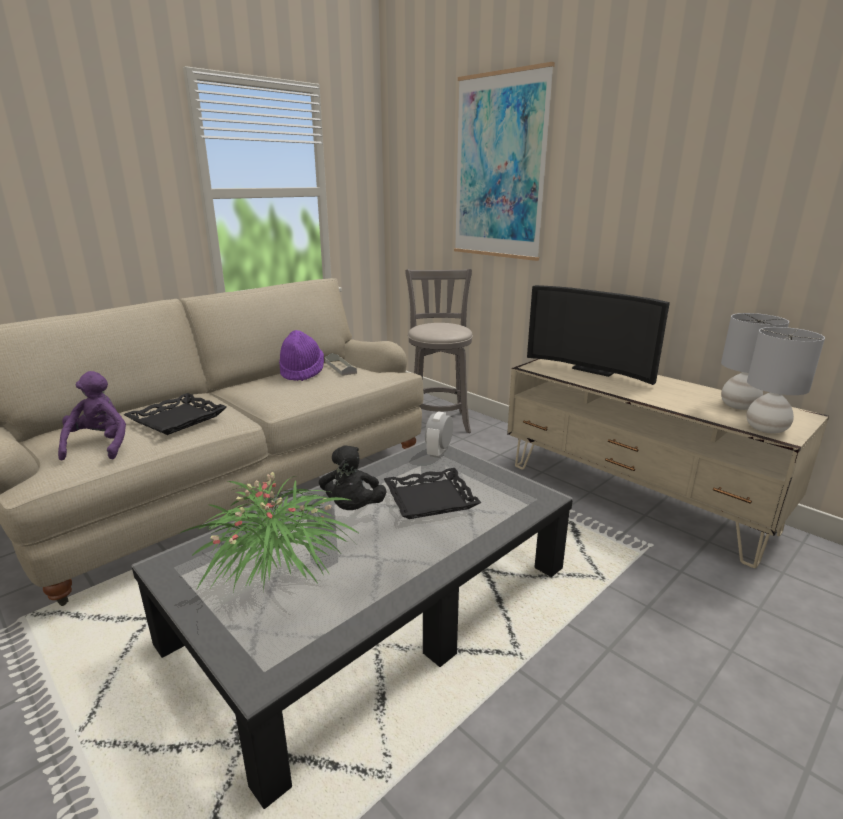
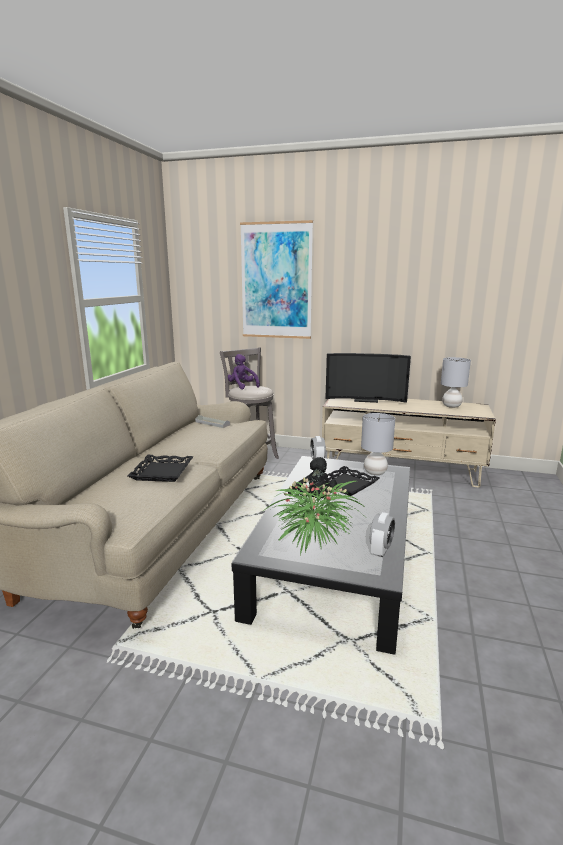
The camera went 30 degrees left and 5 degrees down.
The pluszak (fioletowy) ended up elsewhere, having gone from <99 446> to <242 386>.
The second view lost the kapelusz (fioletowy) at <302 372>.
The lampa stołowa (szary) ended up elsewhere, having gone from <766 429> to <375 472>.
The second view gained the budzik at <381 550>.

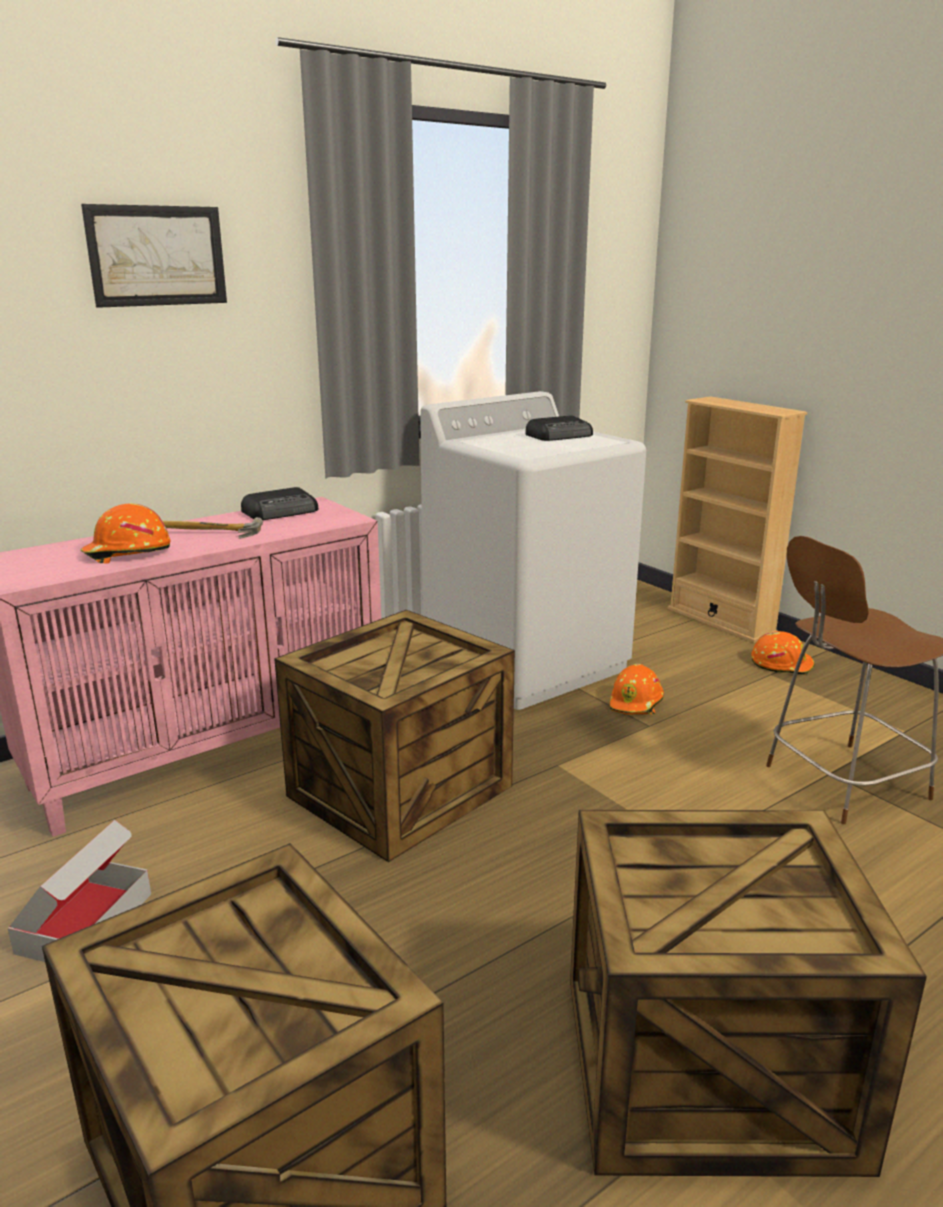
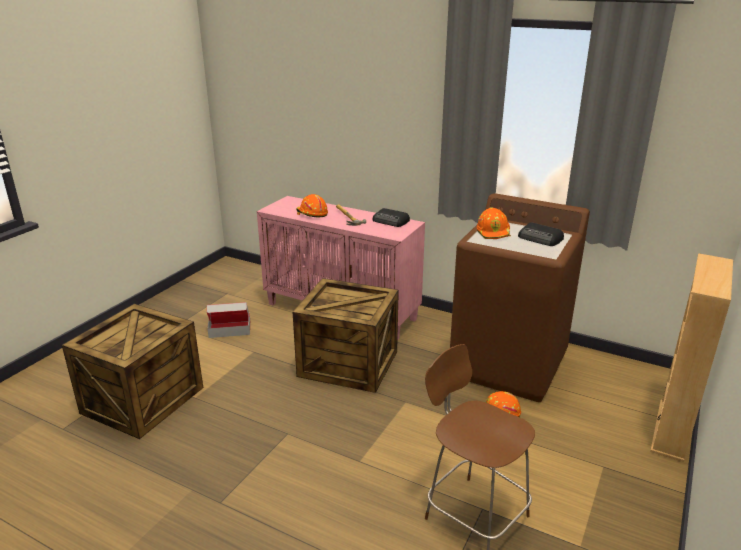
The camera went 65 degrees right and 5 degrees up.
The second view lost the obraz at <157 256>.
What was the pralka (biały) at <527 662> turned into the pralka (brązowy) at <509 365>.
The second view lost the skrzynka at <706 1071>.
The kask (pomarańczowy) ended up elsewhere, having gone from <781 664> to <494 232>.

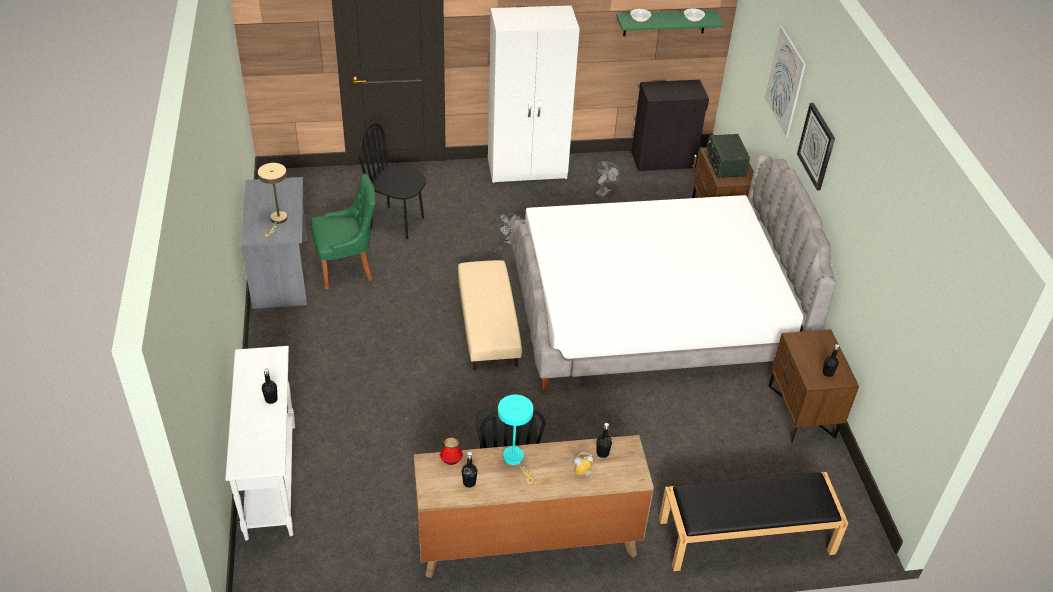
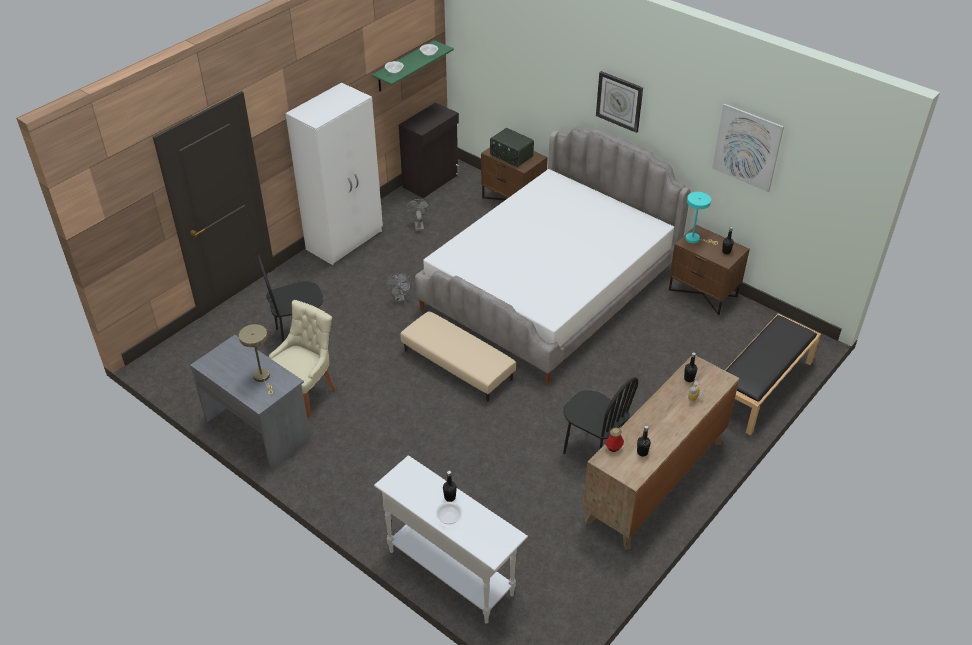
The camera went 40 degrees left and 0 degrees up.
What was the krzesło (zielony) at <347 268> turned into the krzesło (beżowy) at <305 392>.
The lampa stołowa (turkusowy) ended up elsewhere, having gone from <515 459> to <695 239>.
The obraz ended up elsewhere, having gone from <785 81> to <747 147>.
The second view gained the miska at <449 517>.

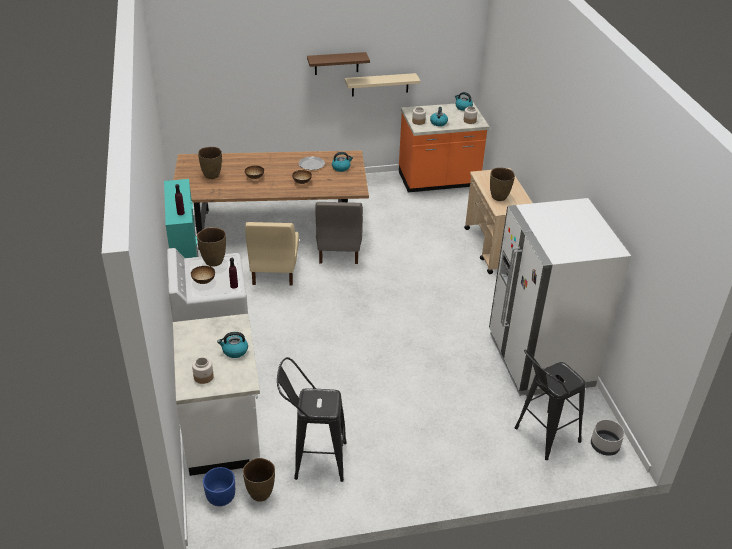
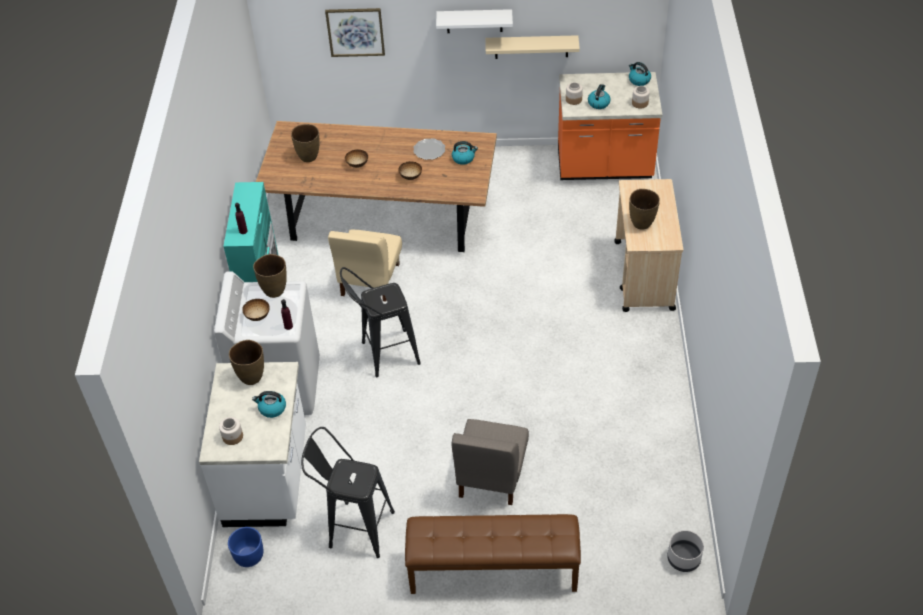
The camera went 15 degrees right and 10 degrees up.
The wazon (brązowy) ended up elsewhere, having gone from <260 493> to <251 377>.
What was the półka (brązowy) at <336 63> turned into the półka (biały) at <474 21>.
The krzesło (szary) ended up elsewhere, having gone from <339 251> to <490 476>.
The second view lost the lodówka (biały) at <539 359>.
The stołek (czarny) ended up elsewhere, having gone from <541 437> to <384 355>.
The second view gained the obraz at <355 32>.
The second view gained the ławka (brązowy) at <493 571>.

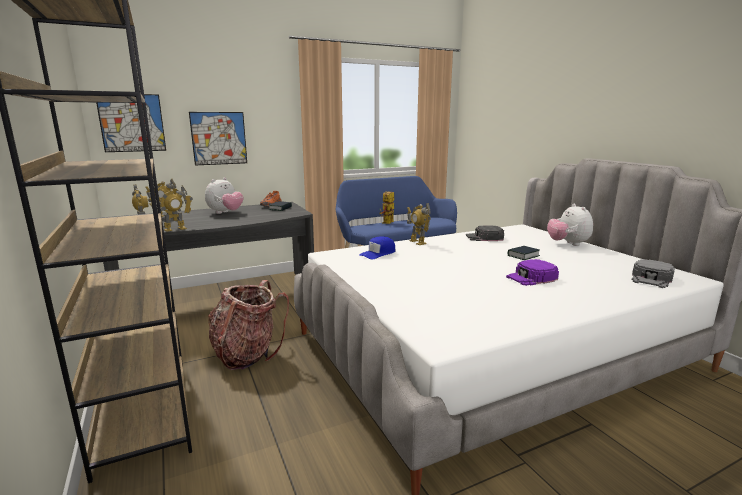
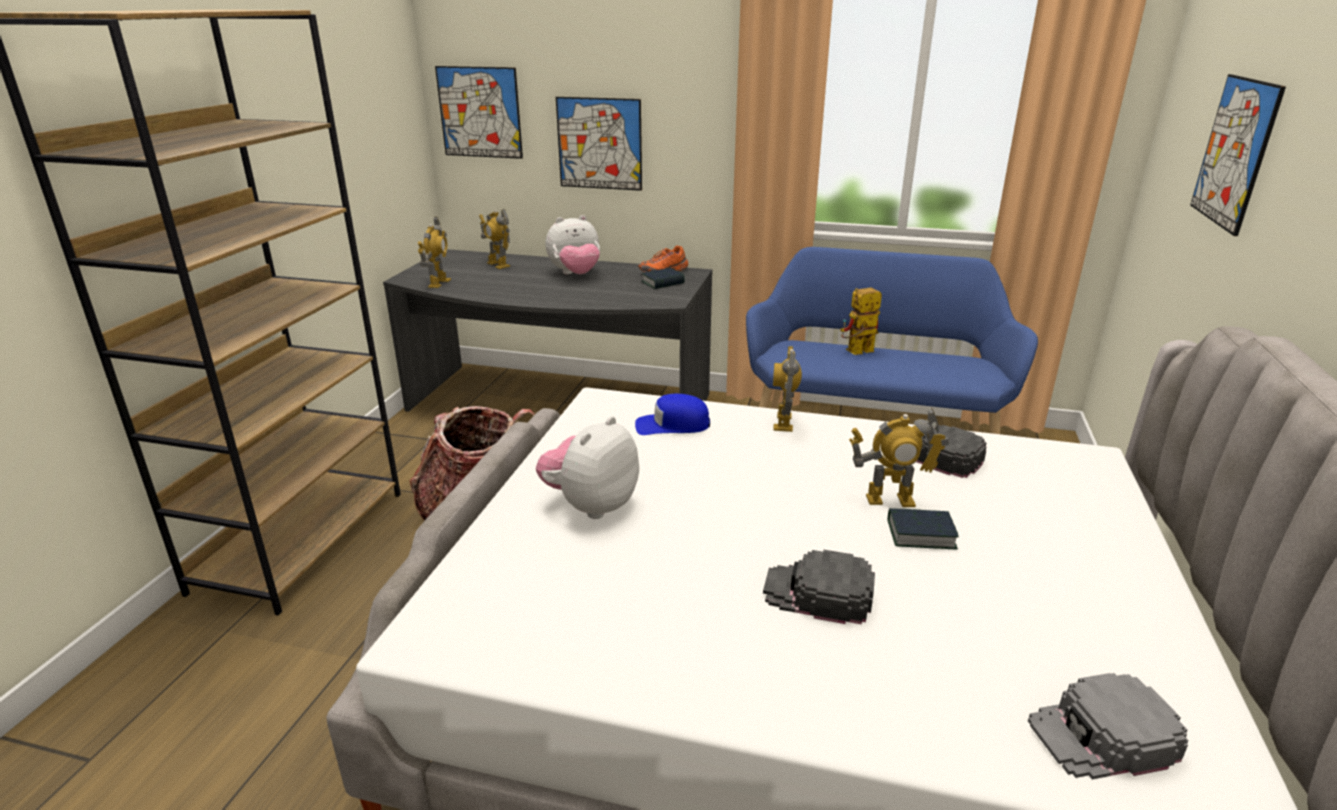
The camera went 40 degrees right and 10 degrees up.
The robot zabawkowy ended up elsewhere, having gone from <175 229> to <890 500>.
What was the czapka z daszkiem (fioletowy) at <531 278> turned into the czapka z daszkiem (czarny) at <818 594>.
The pluszak ended up elsewhere, having gone from <568 244> to <591 505>.
The second view gained the obraz at <1234 152>.

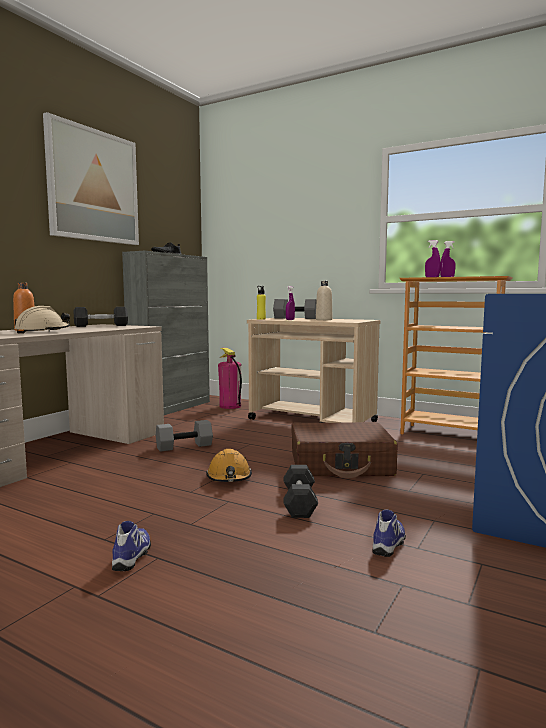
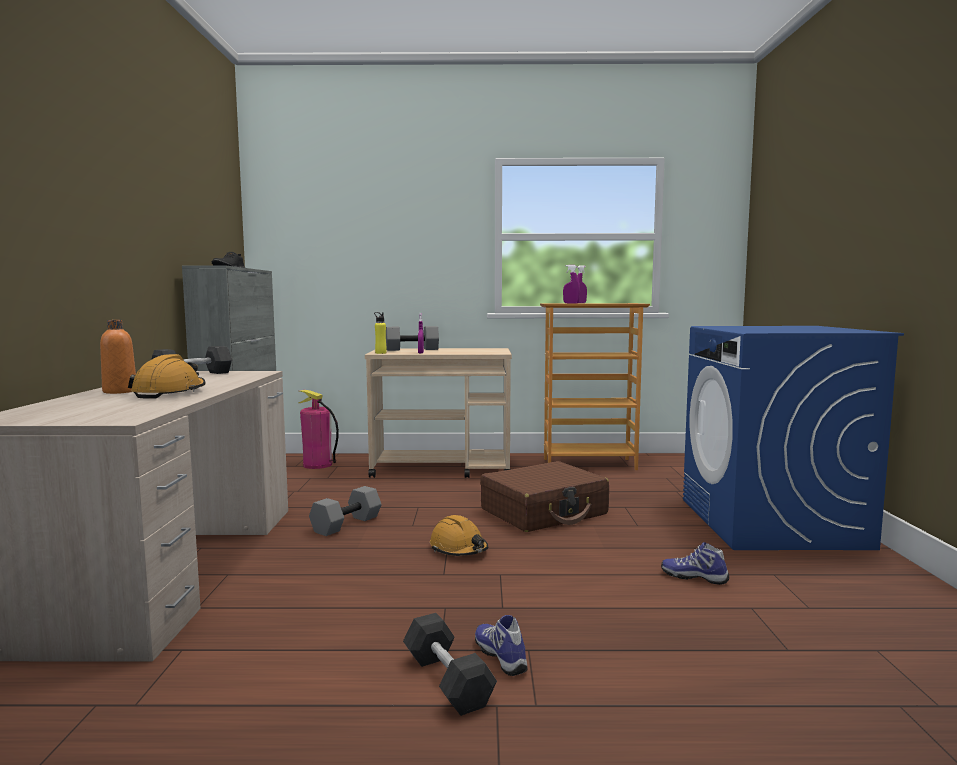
The camera went 30 degrees left and 0 degrees up.
What was the kask (beżowy) at <43 332> turned into the kask (pomarańczowy) at <170 393>.
The second view lost the obraz at <93 186>.
The hantel (czarny) ended up elsewhere, having gone from <299 503> to <447 680>.
The second view lost the butelka (beżowy) at <324 320>.
The but at <389 544> ended up facing another way, 60 degrees counterclockwise from before.

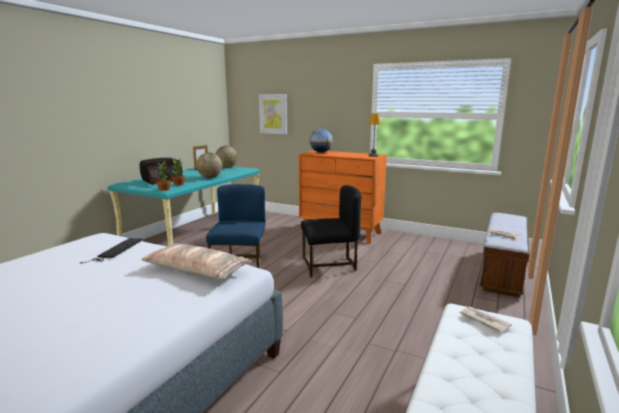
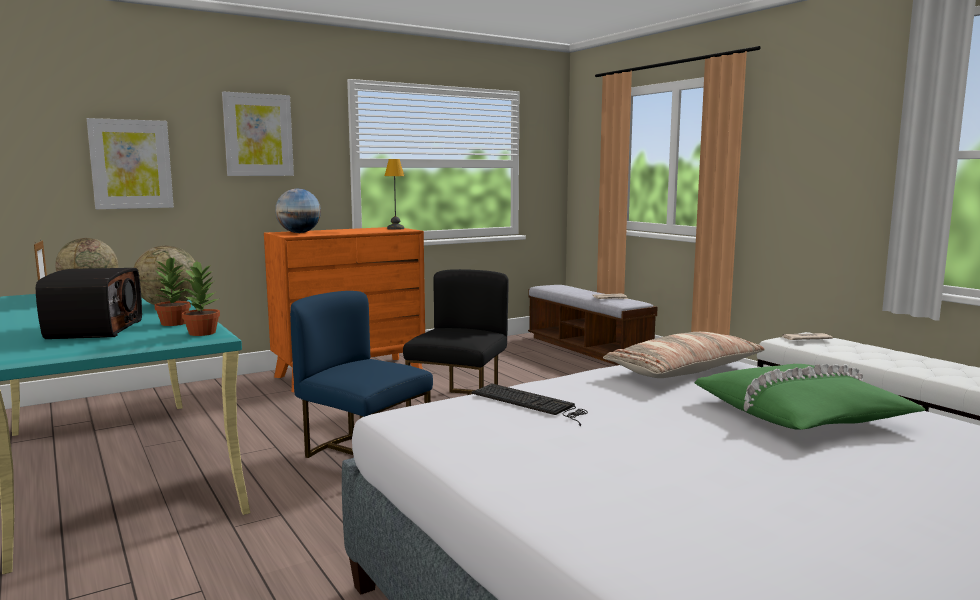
The camera went 60 degrees left and 5 degrees down.
The second view gained the obraz at <258 135>.
The second view gained the poduszka (zielony) at <801 415>.

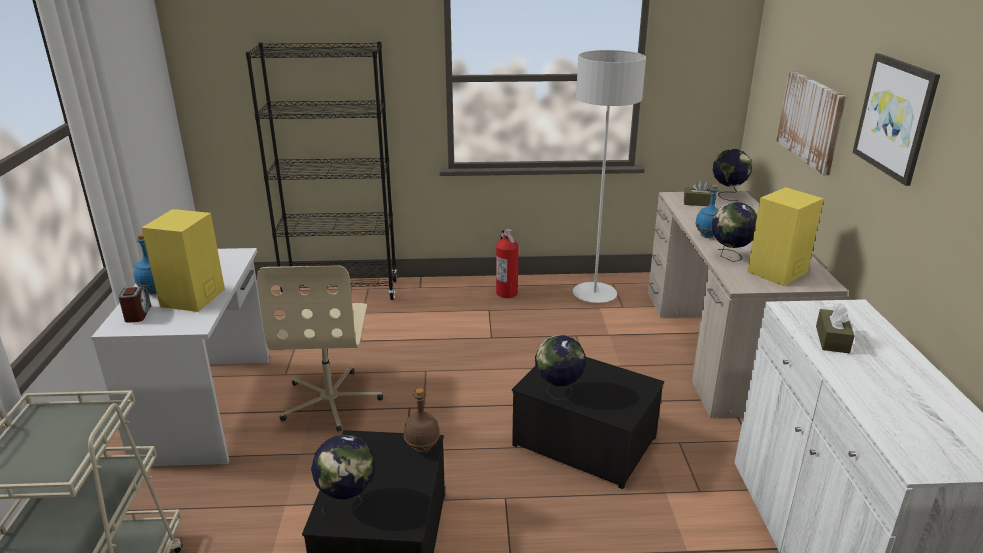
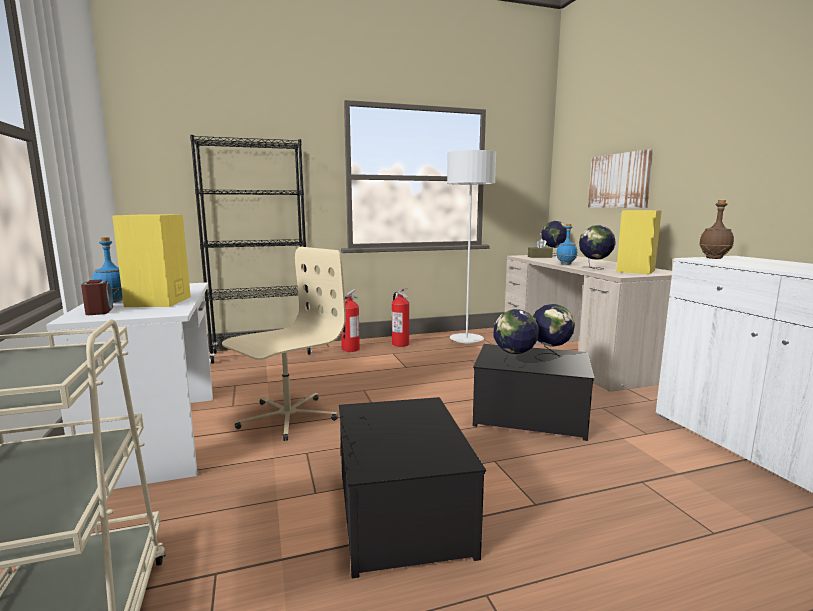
The camera went 15 degrees left and 15 degrees down.
The krzesło biurowe (beżowy) at <331 400> ended up facing another way, 120 degrees counterclockwise from before.
The globus ended up elsewhere, having gone from <348 503> to <550 356>.
The butelka (brązowy) ended up elsewhere, having gone from <423 448> to <714 258>.
The second view lost the pudełko chusteczek (brązowy) at <832 339>.
The second view lost the obraz at <895 117>.
The second view gained the gaśnica at <350 349>.

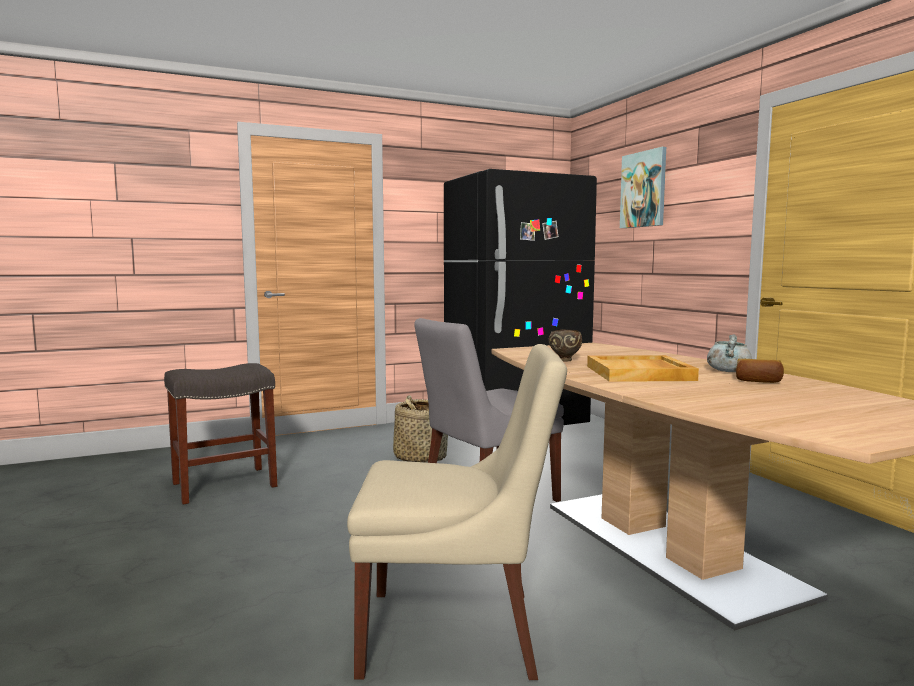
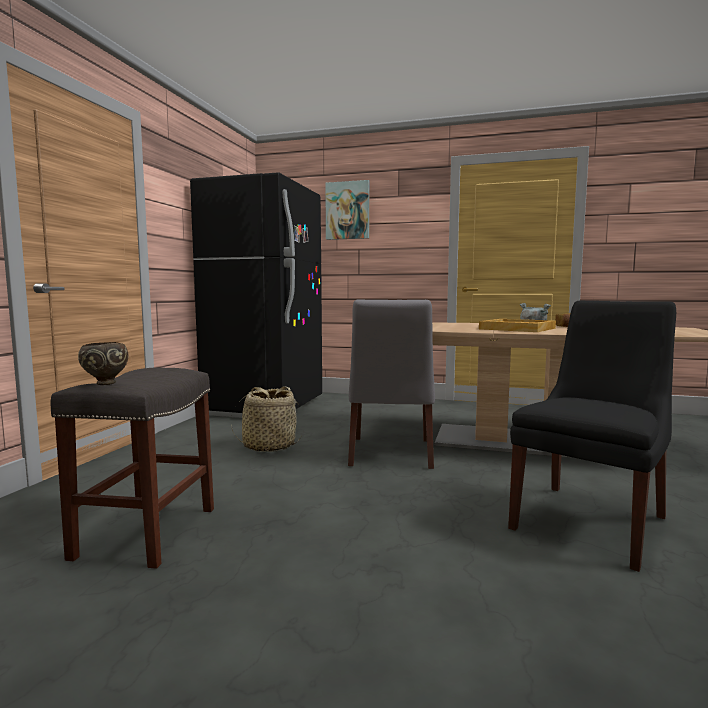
The camera went 50 degrees left and 0 degrees up.
What was the krzesło (beżowy) at <457 632> turned into the krzesło (czarny) at <591 521>.
The miska (brązowy) ended up elsewhere, having gone from <564 360> to <105 383>.

